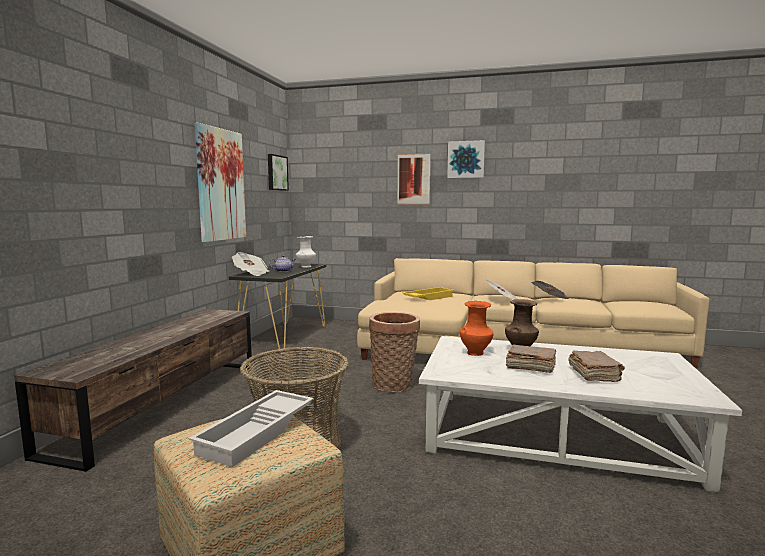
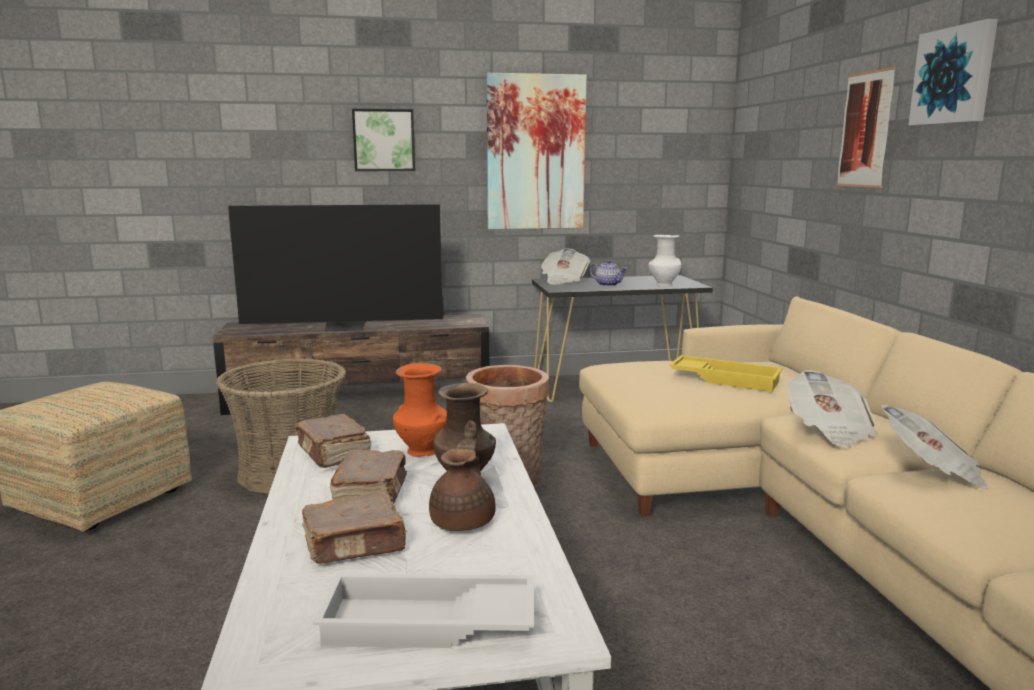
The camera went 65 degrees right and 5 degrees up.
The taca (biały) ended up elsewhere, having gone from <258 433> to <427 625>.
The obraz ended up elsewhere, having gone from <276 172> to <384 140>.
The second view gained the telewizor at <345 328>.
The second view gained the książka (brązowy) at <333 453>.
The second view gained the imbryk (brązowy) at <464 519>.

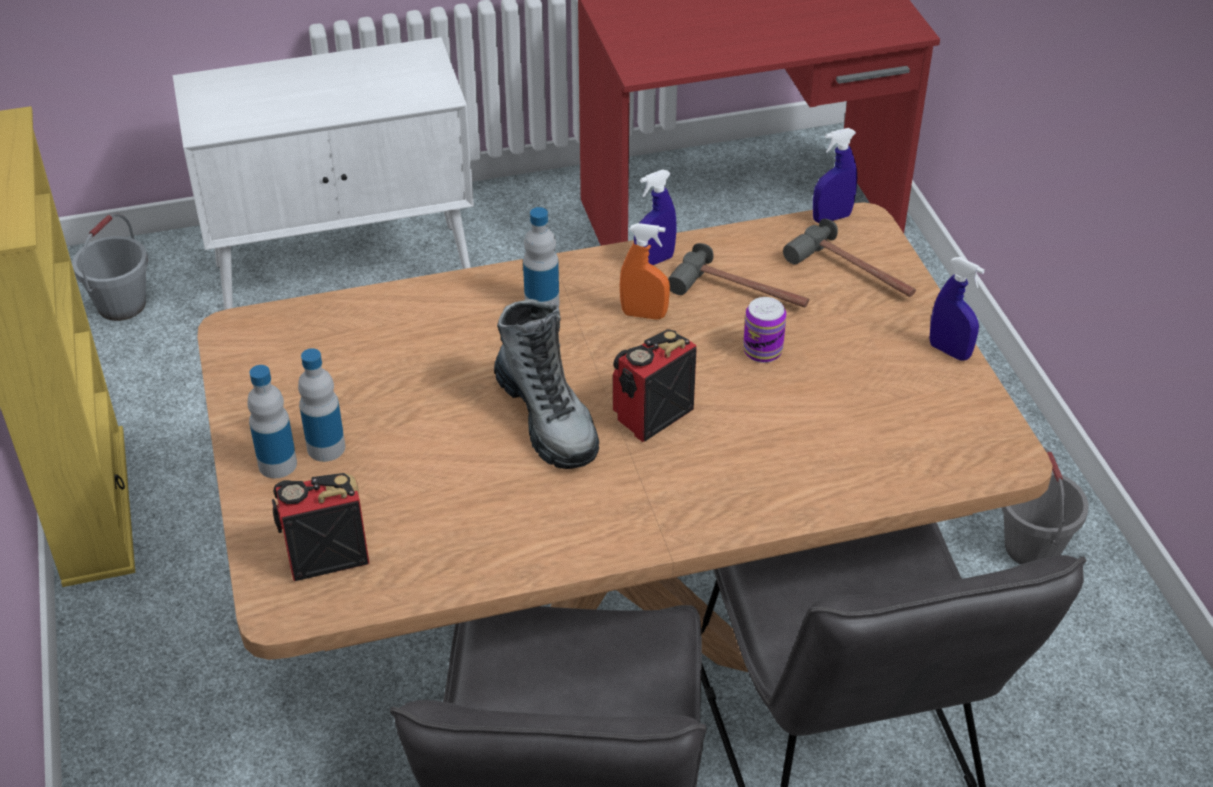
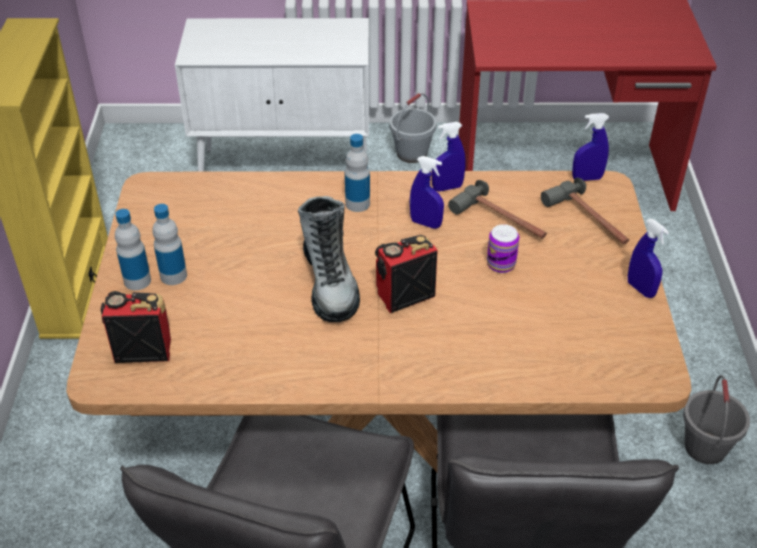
The camera went 15 degrees right and 0 degrees up.
The wiadro (szary) ended up elsewhere, having gone from <121 305> to <411 153>.
What was the spryskiwacz (pomarańczowy) at <644 314> turned into the spryskiwacz (niebieski) at <425 223>.

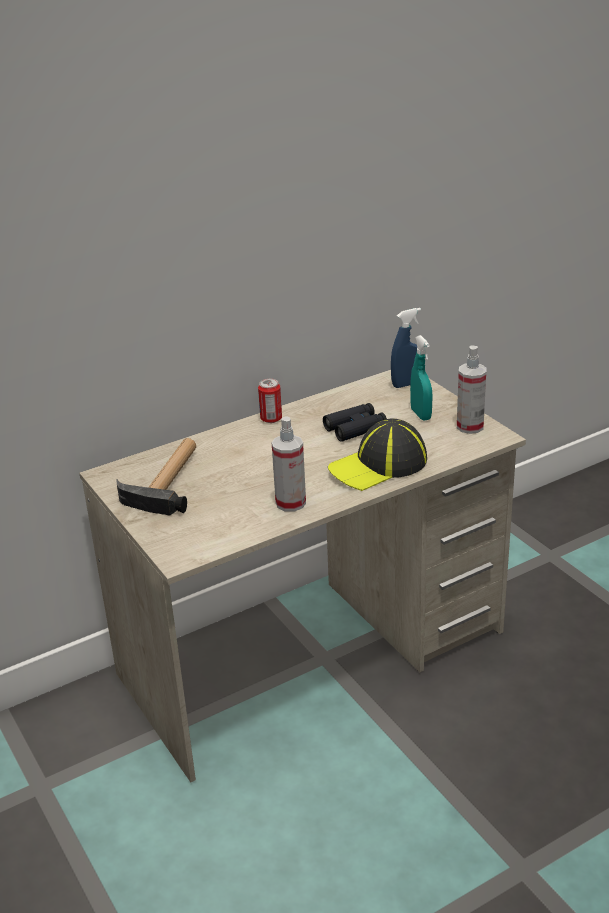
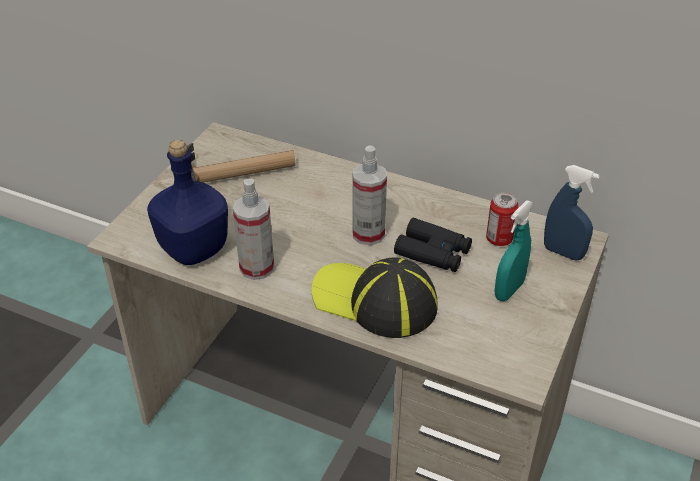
The camera went 55 degrees right and 10 degrees up.
The puszka ended up elsewhere, having gone from <271 419> to <499 239>.
The spryskiwacz ended up elsewhere, having gone from <470 426> to <368 234>.
The second view gained the butelka (niebieski) at <193 248>.

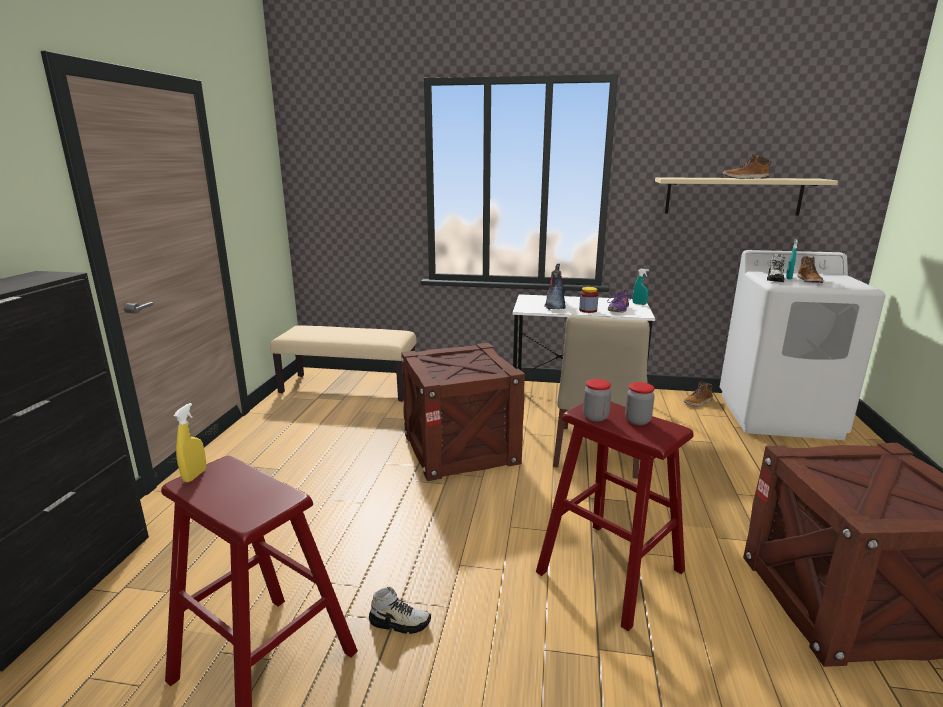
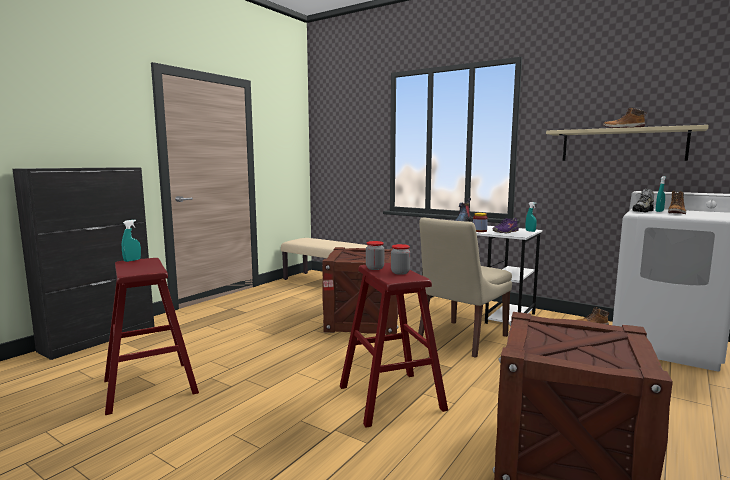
The camera went 25 degrees right and 10 degrees down.
What was the spryskiwacz (żółty) at <195 475> turned into the spryskiwacz (turkusowy) at <132 260>.
The second view lost the but at <400 622>.

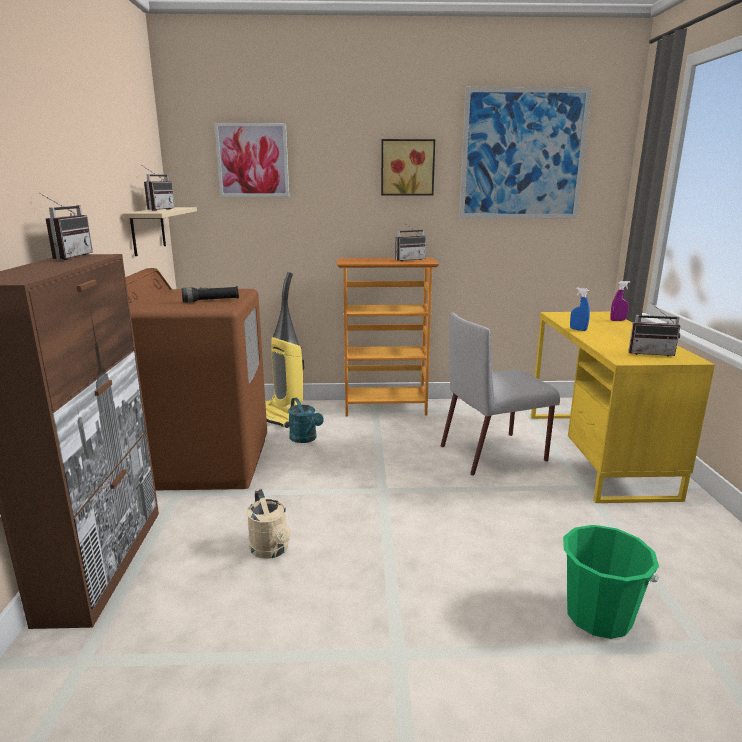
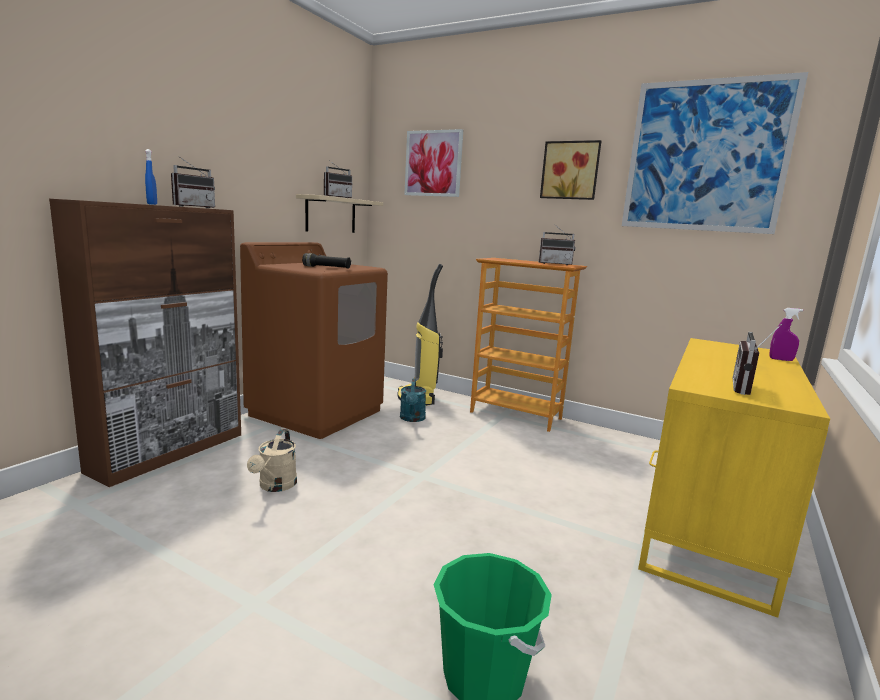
The camera went 30 degrees right and 5 degrees down.
The second view lost the krzesło (szary) at <494 453>.
The spryskiwacz (niebieski) ended up elsewhere, having gone from <578 329> to <152 204>.
The radio at <650 353> ended up facing another way, 75 degrees clockwise from before.

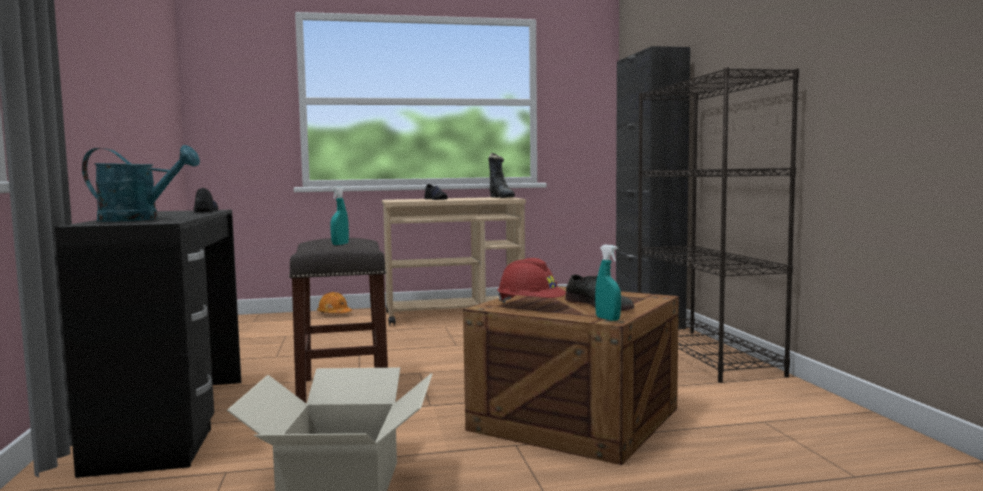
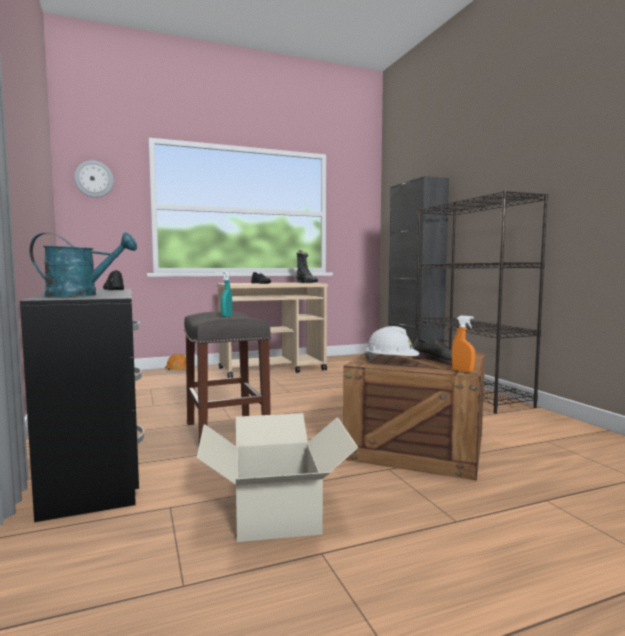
The camera went 10 degrees left and 0 degrees up.
What was the kask (czerwony) at <530 306> turned into the kask (biały) at <391 362>.
What was the spryskiwacz (turkusowy) at <607 319> turned into the spryskiwacz (pomarańczowy) at <462 371>.
The second view gained the zegar ścienny at <94 179>.

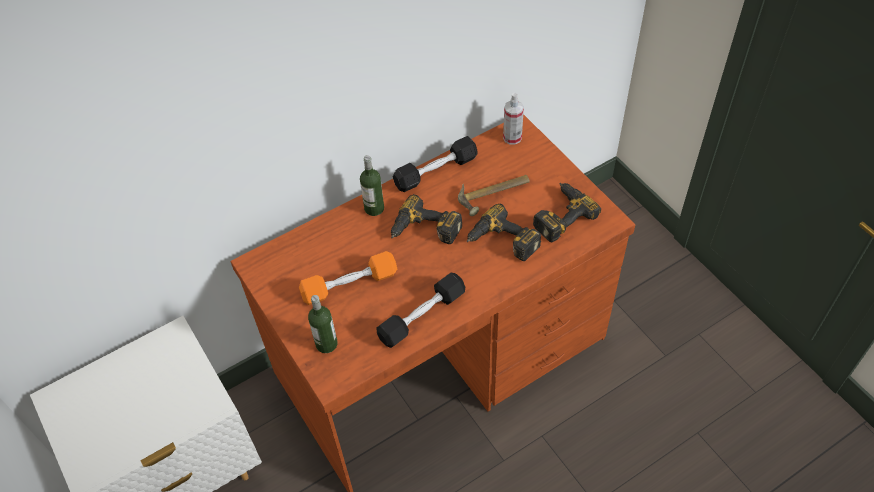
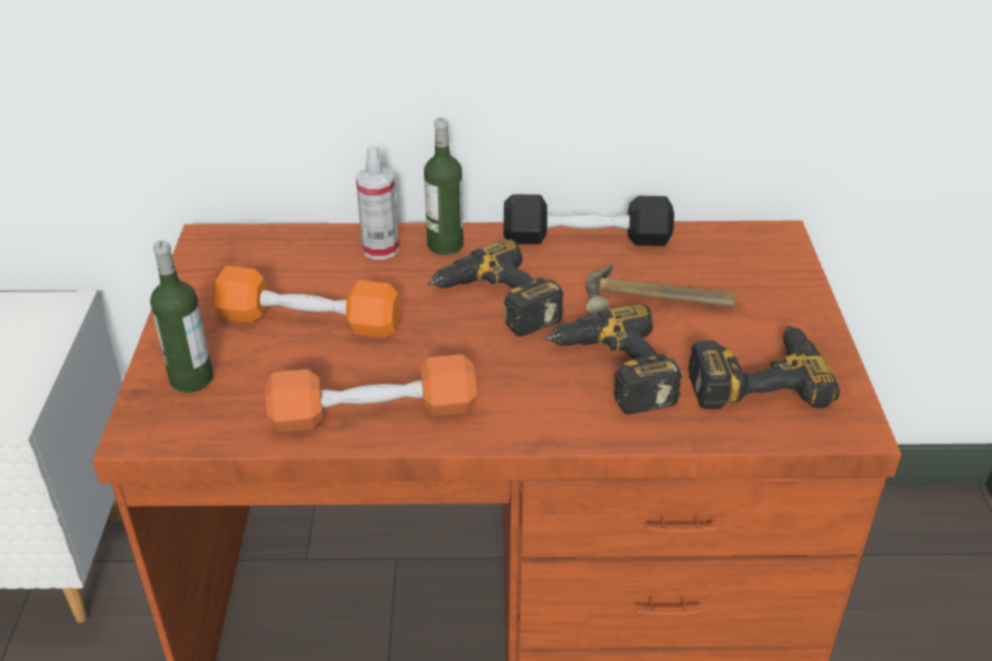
The camera went 30 degrees right and 15 degrees down.
What was the hantel (czarny) at <422 316> turned into the hantel (pomarańczowy) at <373 412>.
The spryskiwacz ended up elsewhere, having gone from <512 137> to <380 249>.

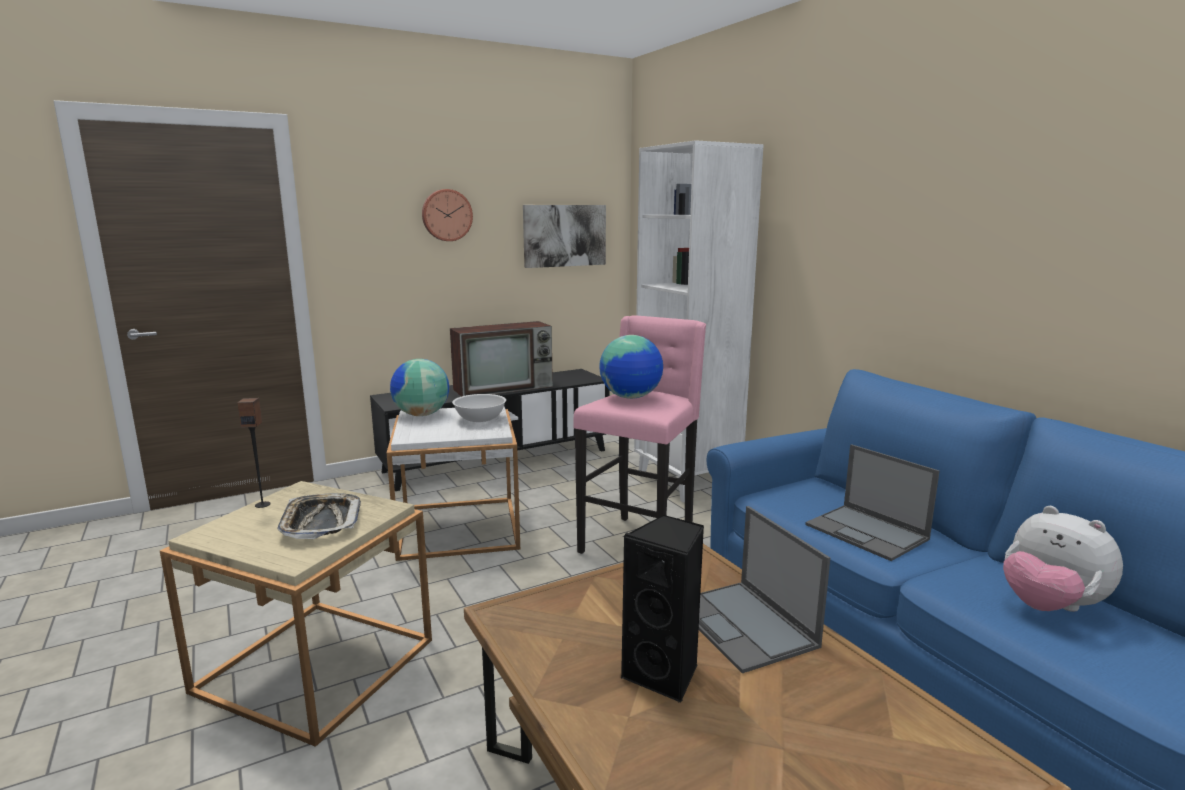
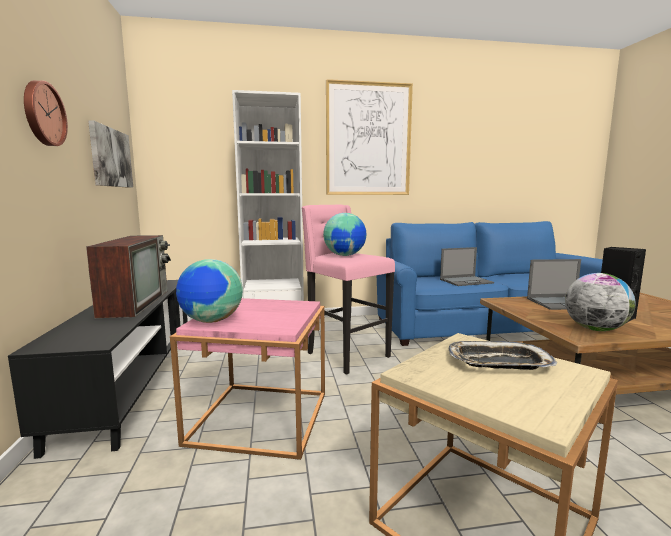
The camera went 70 degrees left and 5 degrees down.
The second view lost the głośnik at <262 504>.
What was the stolik (biały) at <458 527> turned into the stolik (różowy) at <260 417>.
The second view lost the miska (biały) at <480 419>.
The second view lost the pluszak at <1049 607>.
The second view gained the obraz at <368 140>.
The second view gained the globus at <595 329>.

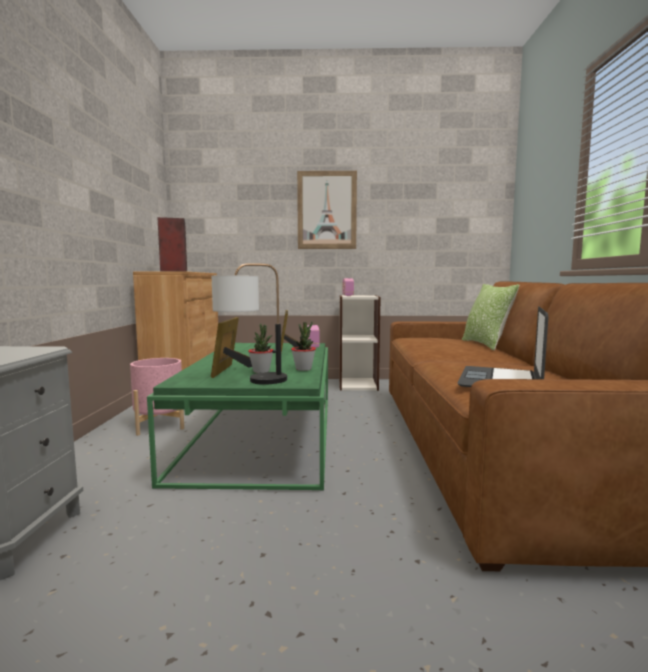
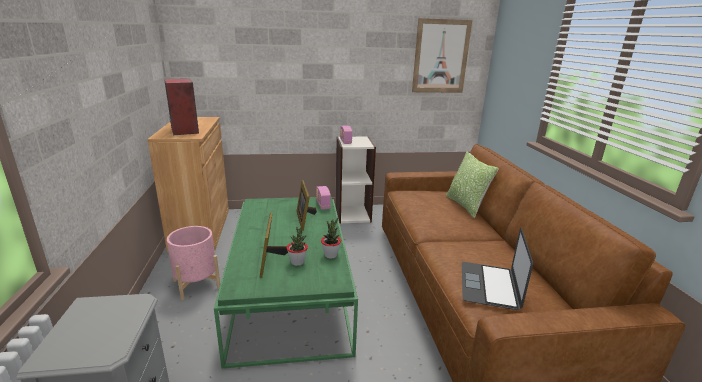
The camera went 10 degrees left and 15 degrees up.
The second view lost the lampa stołowa at <251 382>.
The obraz ended up elsewhere, having gone from <327 210> to <441 57>.

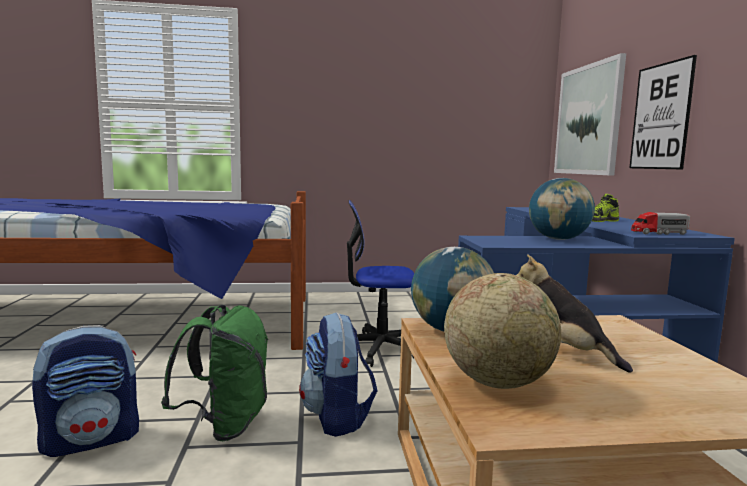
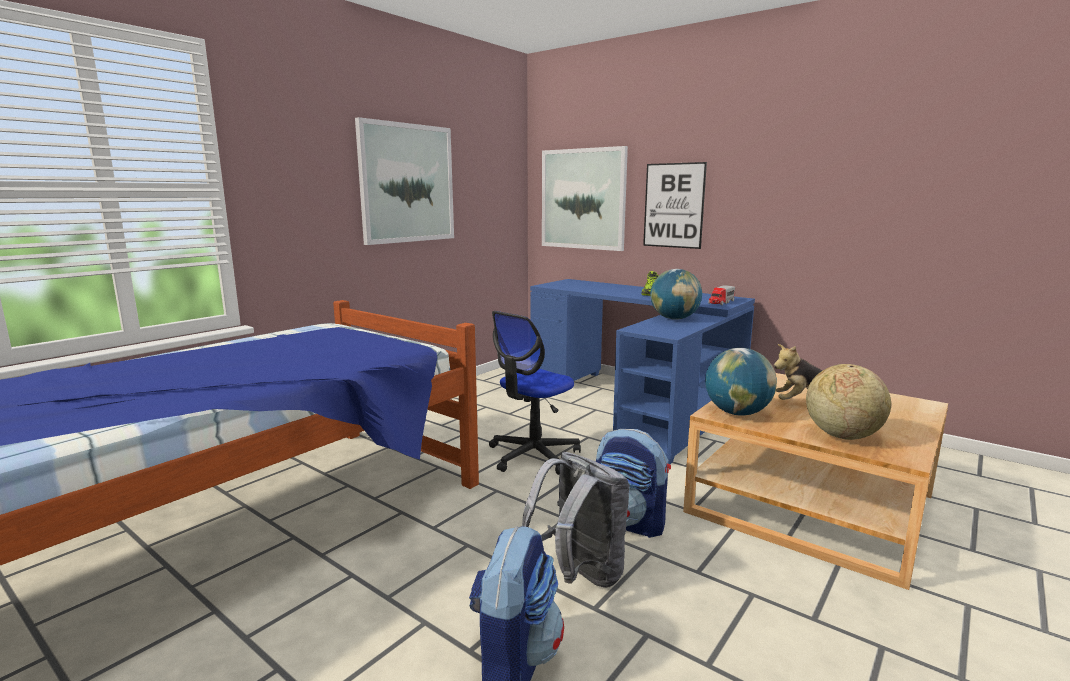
The camera went 45 degrees left and 5 degrees up.
What was the plecak (zielony) at <225 425> turned into the plecak (szary) at <579 575>.
The second view gained the obraz at <407 183>.

